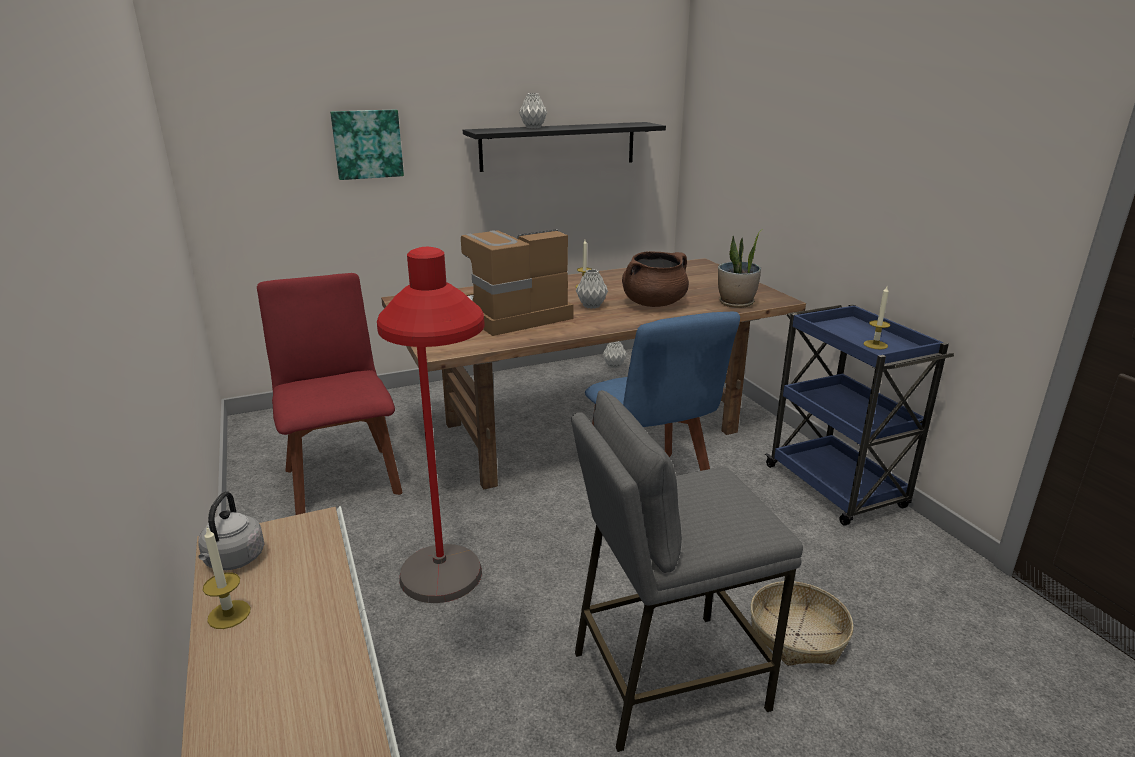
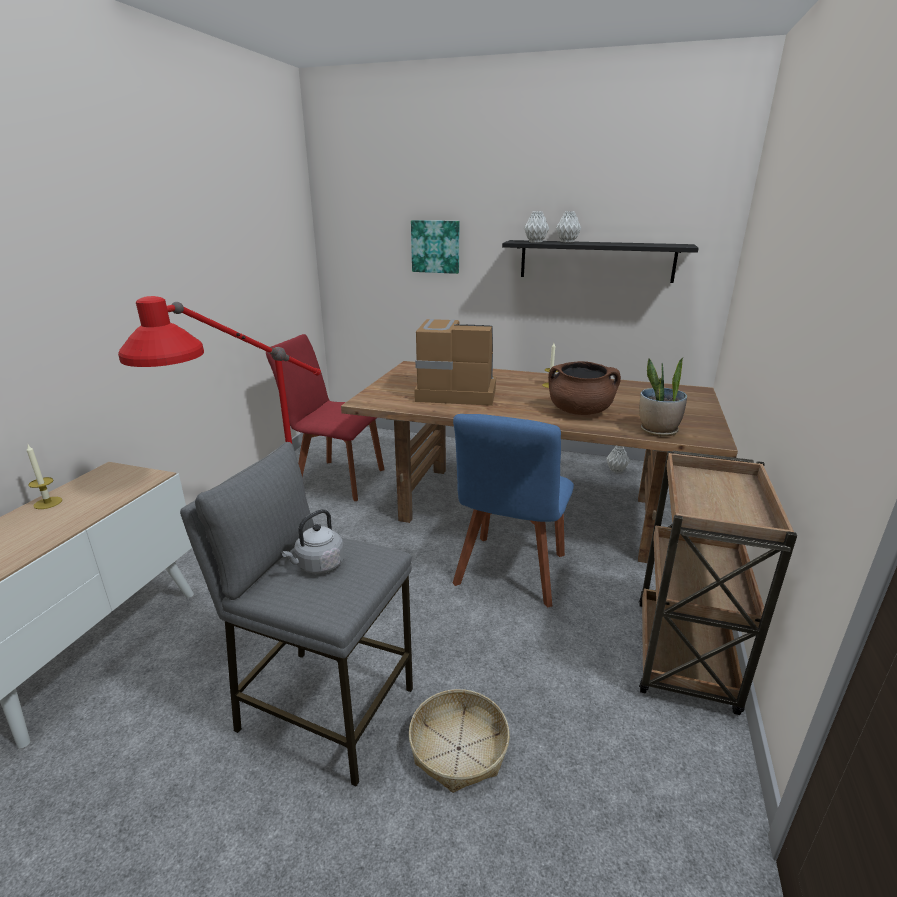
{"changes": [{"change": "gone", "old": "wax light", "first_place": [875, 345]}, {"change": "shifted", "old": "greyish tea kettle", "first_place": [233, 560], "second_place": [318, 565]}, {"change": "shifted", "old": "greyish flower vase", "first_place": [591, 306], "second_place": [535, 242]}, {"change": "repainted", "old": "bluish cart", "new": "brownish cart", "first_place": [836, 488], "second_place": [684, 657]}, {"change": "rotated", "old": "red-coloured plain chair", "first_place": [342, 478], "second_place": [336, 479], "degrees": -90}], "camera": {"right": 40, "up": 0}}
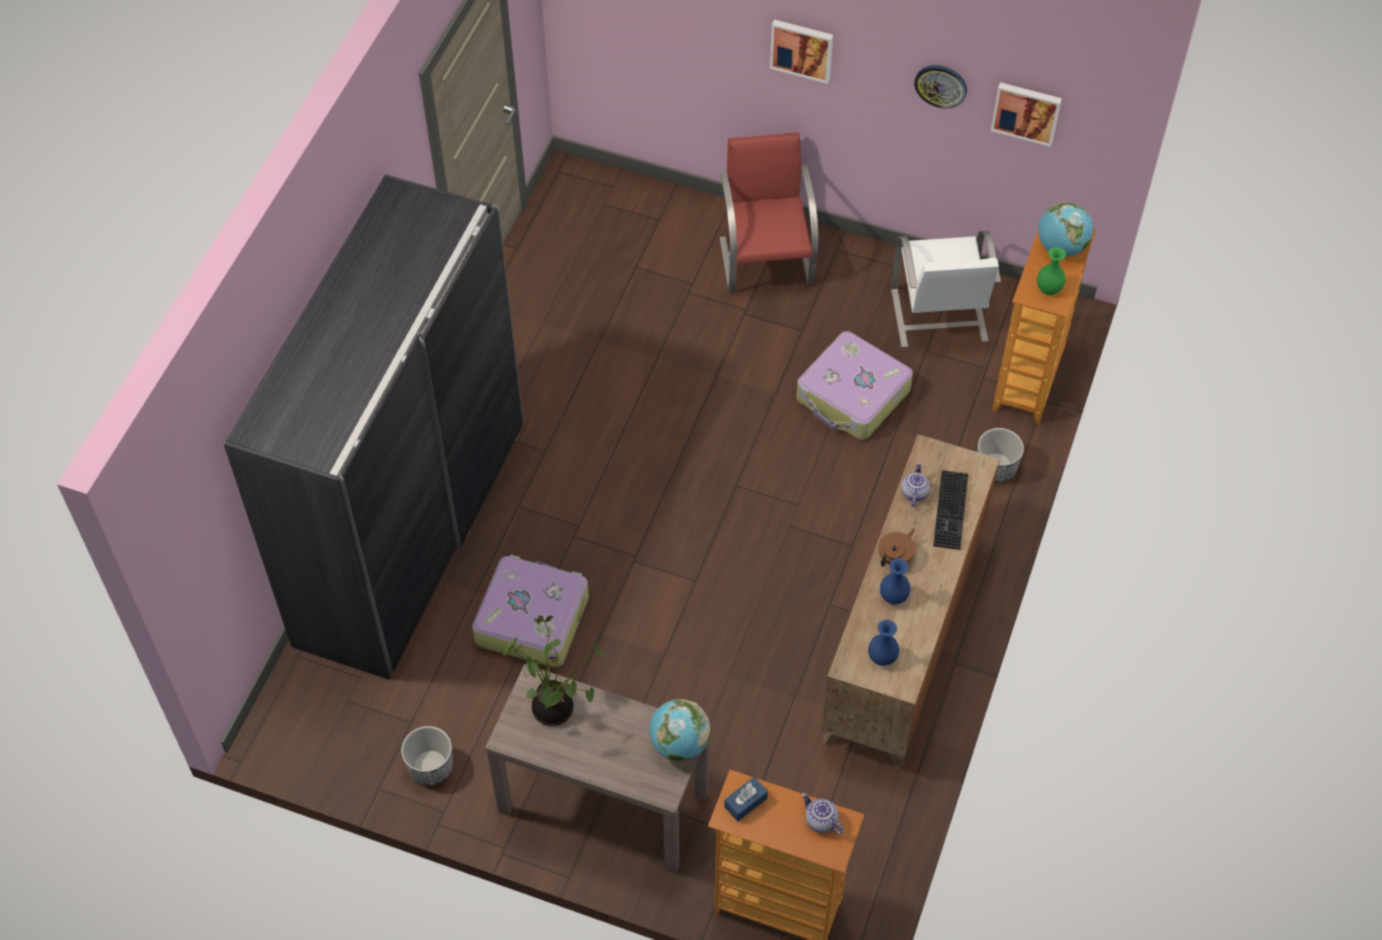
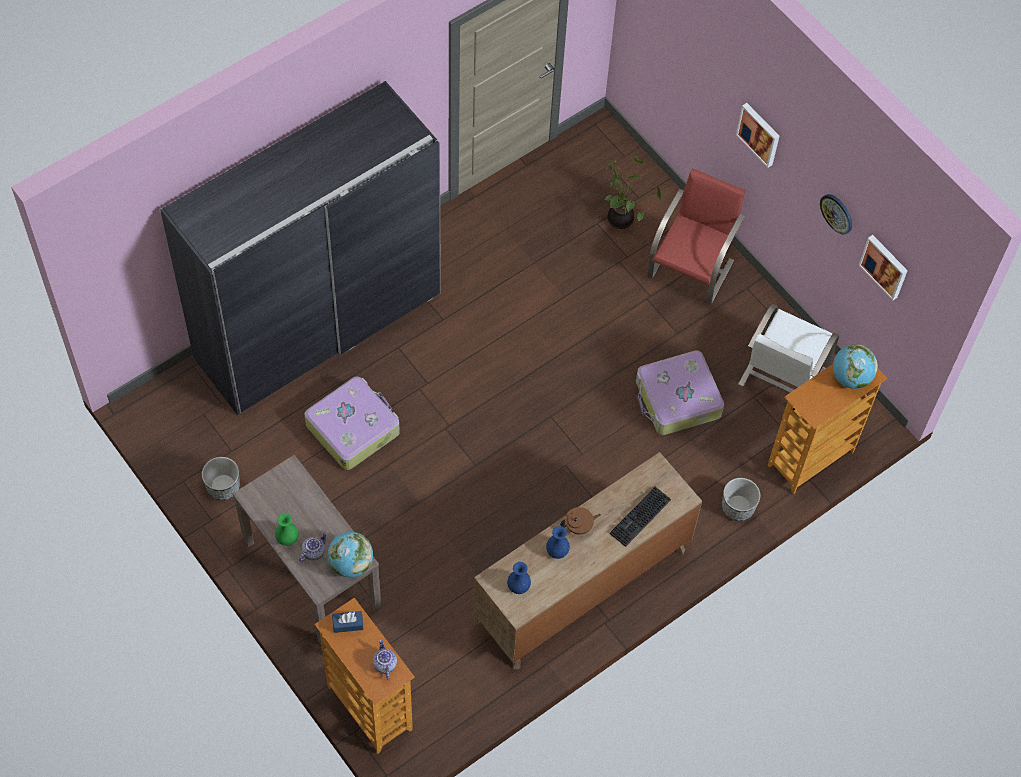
{"changes": [{"change": "shifted", "old": "potted plant", "first_place": [556, 706], "second_place": [623, 218]}, {"change": "shifted", "old": "pot for tea", "first_place": [913, 492], "second_place": [313, 551]}, {"change": "shifted", "old": "greenish flower vase", "first_place": [1049, 288], "second_place": [288, 538]}], "camera": {"right": 30, "up": 5}}
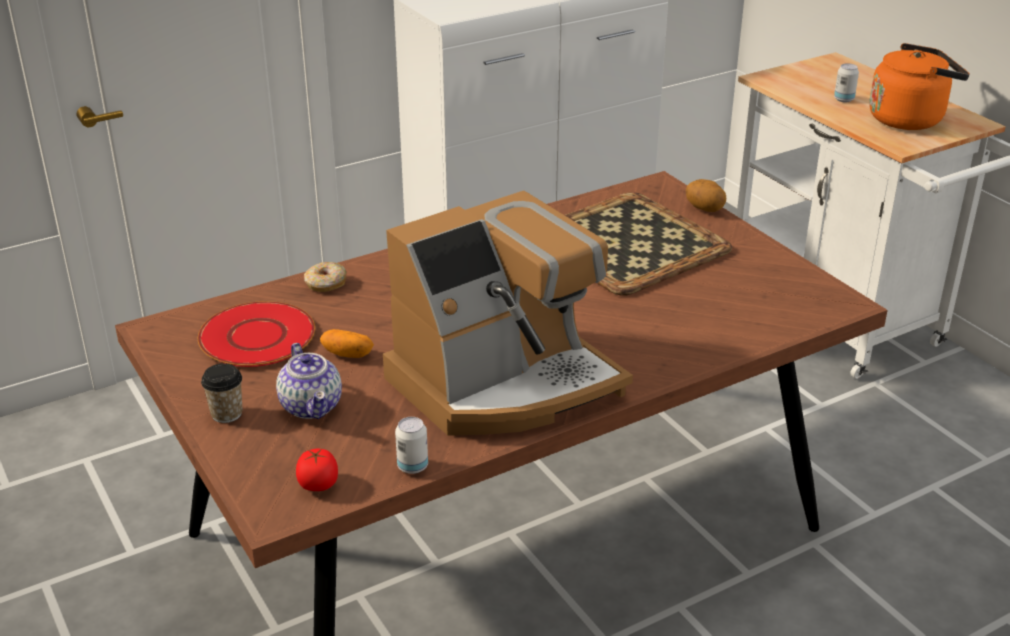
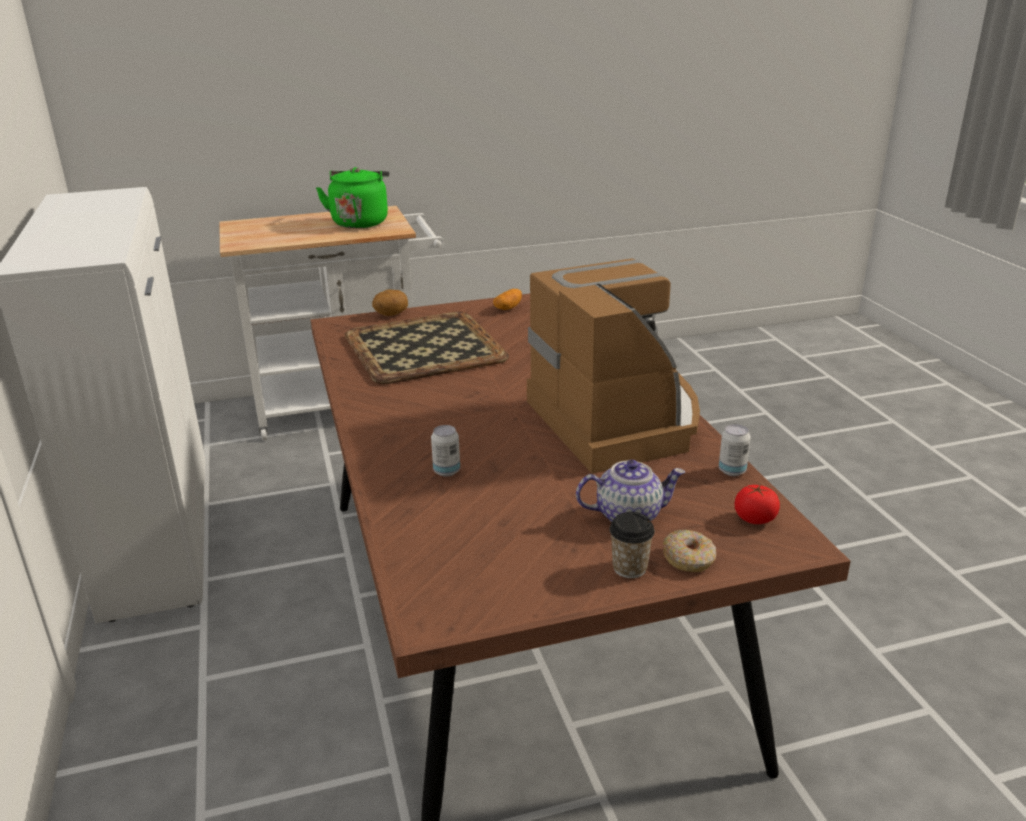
{"changes": [{"change": "gone", "old": "red-coloured flat dish", "first_place": [258, 337]}, {"change": "shifted", "old": "doughnut", "first_place": [326, 284], "second_place": [689, 559]}, {"change": "shifted", "old": "spud", "first_place": [347, 354], "second_place": [508, 308]}, {"change": "shifted", "old": "can", "first_place": [844, 99], "second_place": [446, 471]}, {"change": "repainted", "old": "orange tea kettle", "new": "greenish tea kettle", "first_place": [909, 119], "second_place": [360, 222]}], "camera": {"right": -75, "up": -5}}
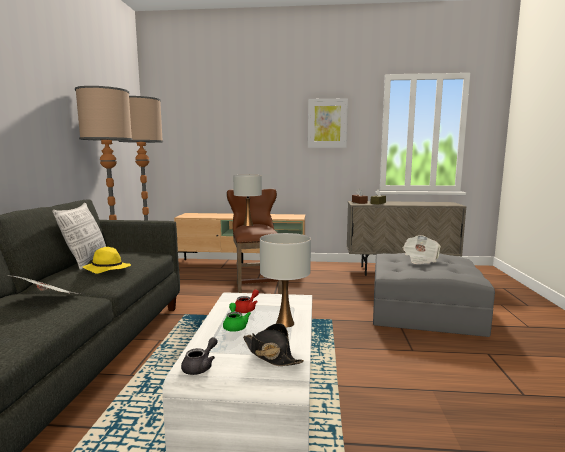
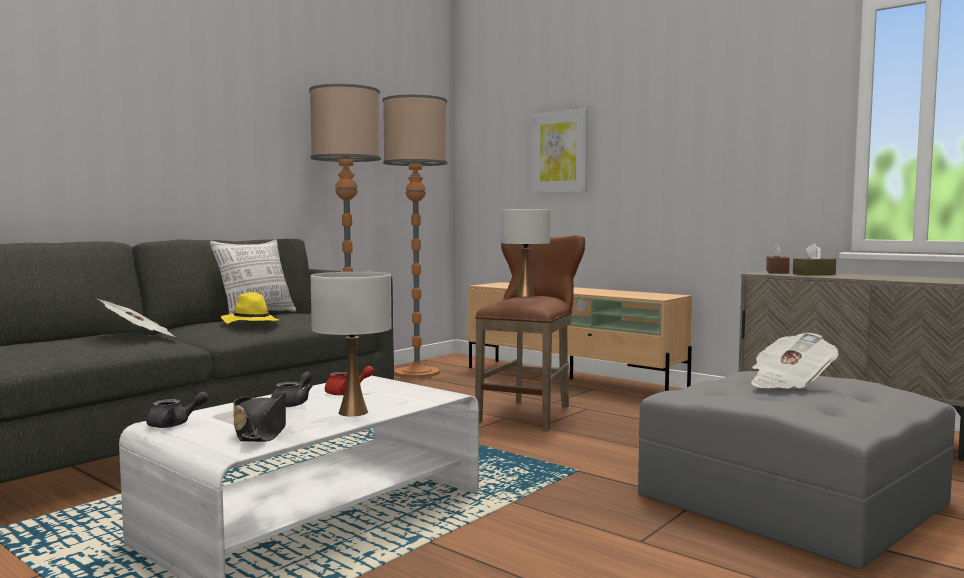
{"changes": [{"change": "shifted", "old": "wall art", "first_place": [327, 123], "second_place": [559, 152]}, {"change": "repainted", "old": "greenish pot for tea", "new": "greyish pot for tea", "first_place": [235, 326], "second_place": [293, 403]}], "camera": {"right": 35, "up": -5}}
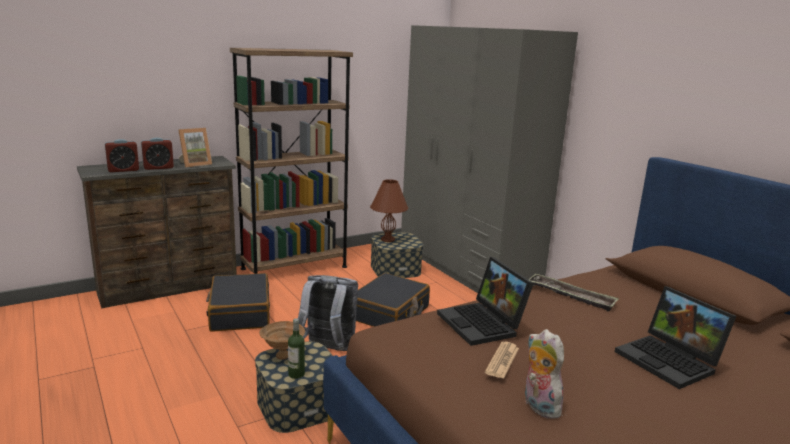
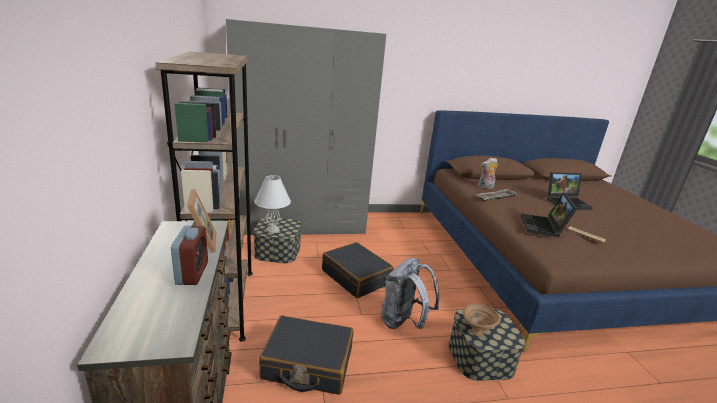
{"changes": [{"change": "gone", "old": "alarm clock", "first_place": [123, 170]}, {"change": "gone", "old": "beverage bottle", "first_place": [296, 374]}, {"change": "shifted", "old": "cuddly toy", "first_place": [538, 406], "second_place": [485, 187]}, {"change": "repainted", "old": "brownish tabletop lamp", "new": "white-coloured tabletop lamp", "first_place": [388, 239], "second_place": [273, 229]}, {"change": "rotated", "old": "laptop", "first_place": [483, 324], "second_place": [544, 227], "degrees": 105}], "camera": {"right": -70, "up": 5}}
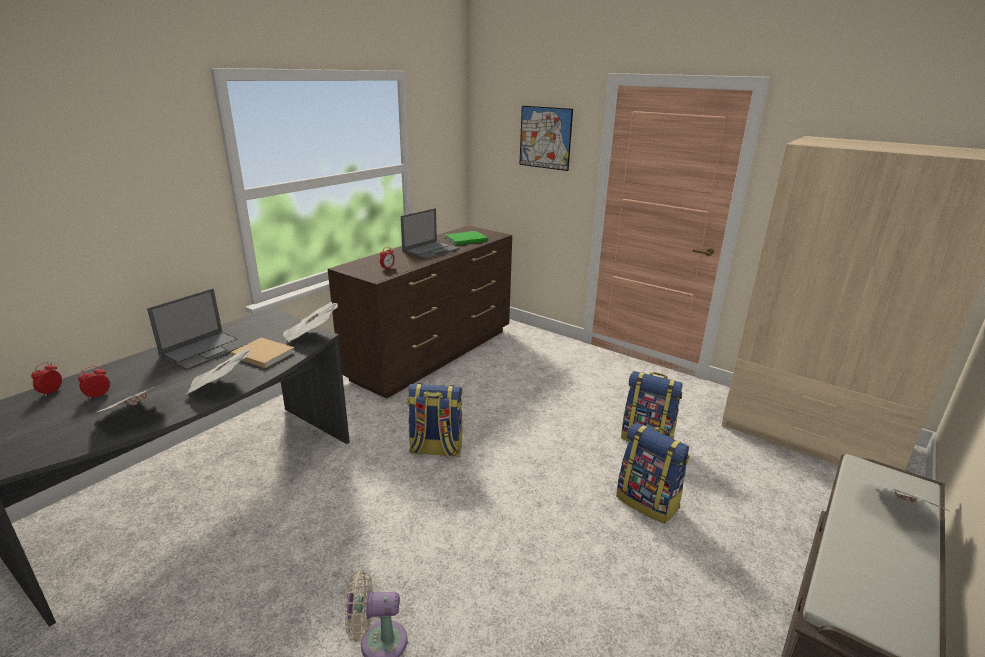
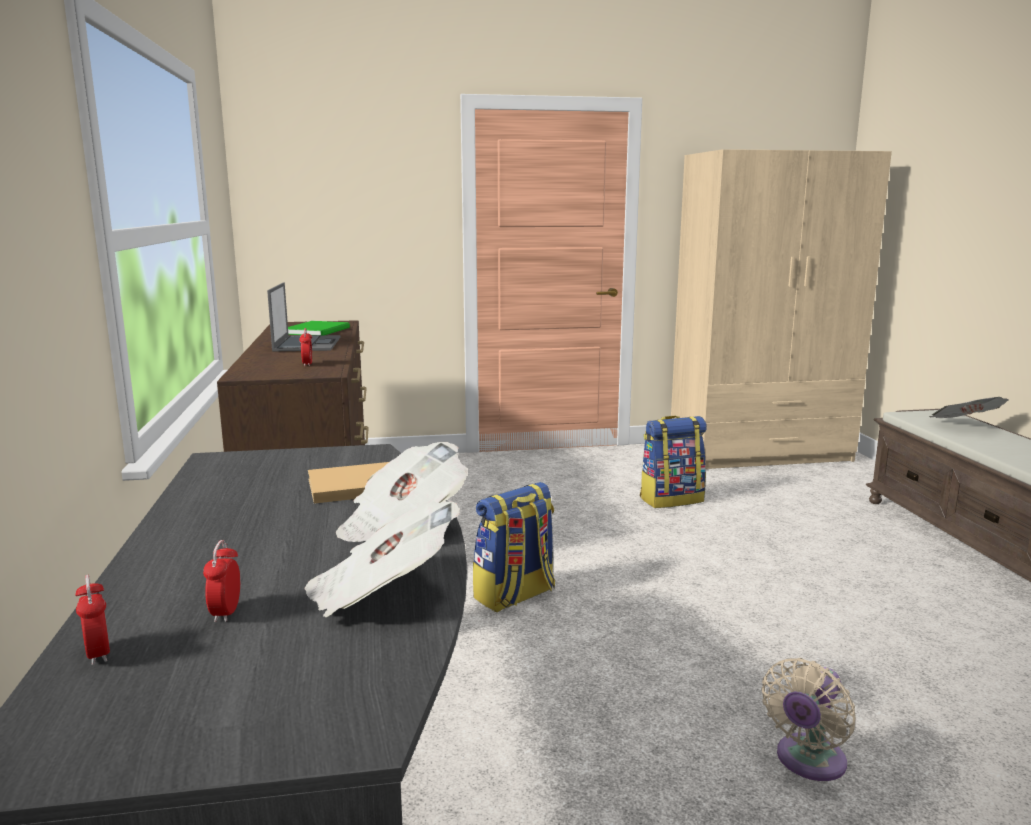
{"changes": [{"change": "gone", "old": "laptop", "first_place": [206, 350]}, {"change": "gone", "old": "daily paper", "first_place": [310, 336]}, {"change": "gone", "old": "wall art", "first_place": [545, 138]}, {"change": "gone", "old": "backpack", "first_place": [648, 502]}], "camera": {"right": -45, "up": -10}}
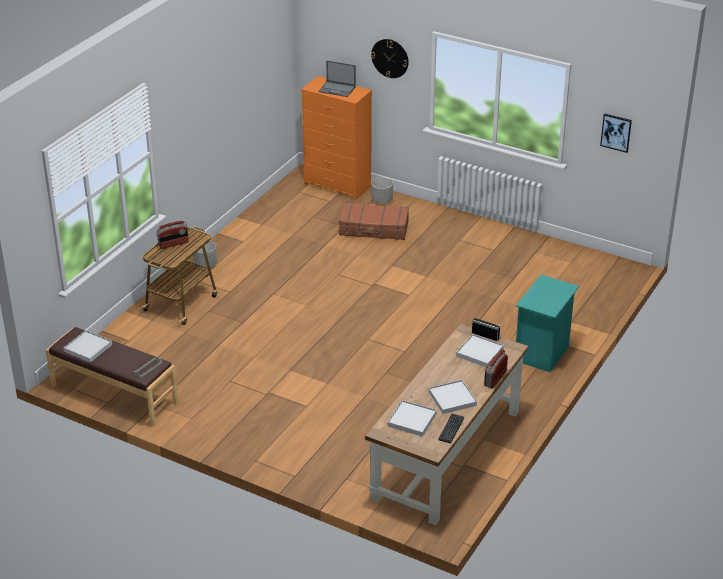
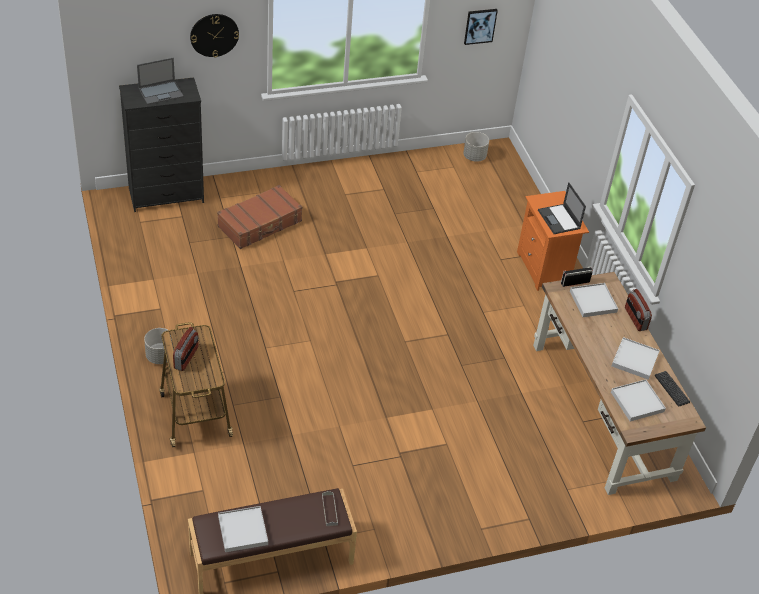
{"changes": [{"change": "new", "new": "laptop", "second_place": [559, 220]}, {"change": "shifted", "old": "greyish flower pot", "first_place": [382, 200], "second_place": [474, 156]}, {"change": "repainted", "old": "orange dresser", "new": "blackish dresser", "first_place": [338, 185], "second_place": [167, 195]}, {"change": "repainted", "old": "blue-green night table", "new": "orange night table", "first_place": [542, 354], "second_place": [544, 268]}], "camera": {"right": -50, "up": 10}}
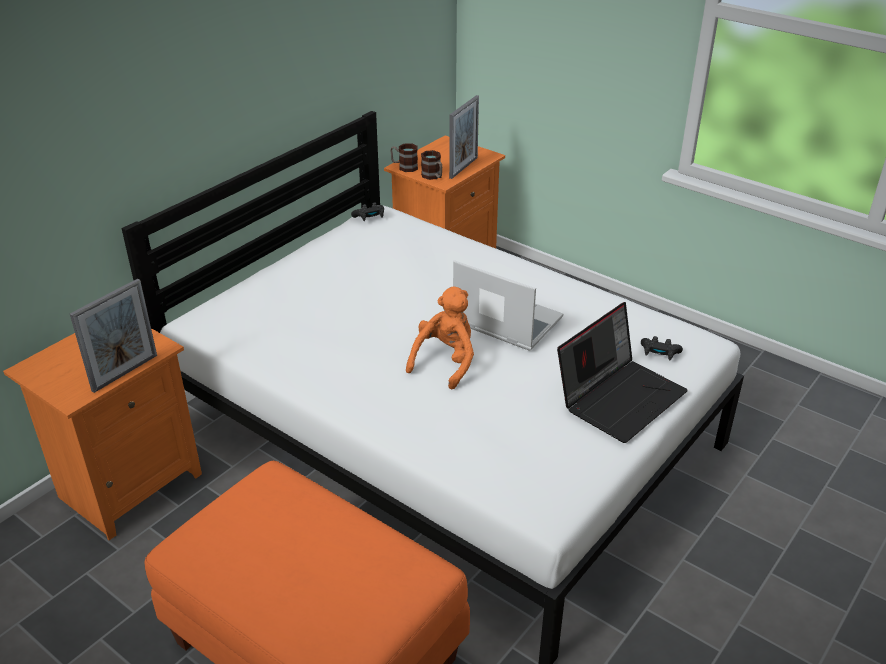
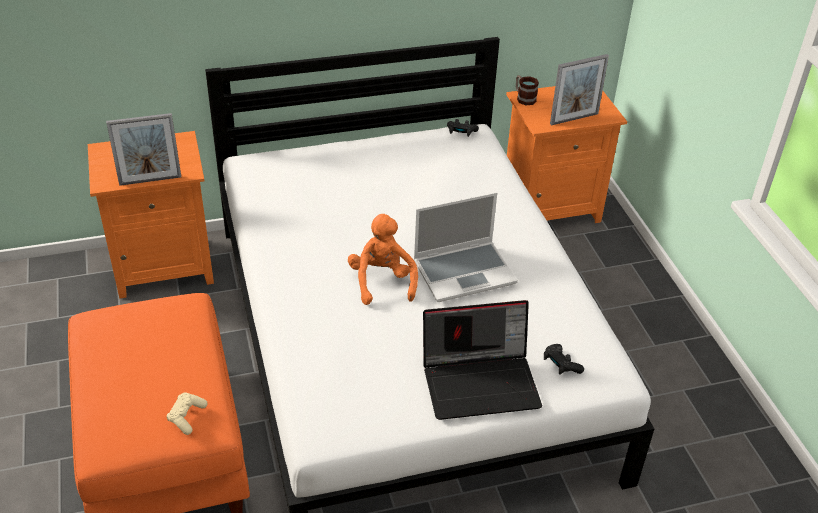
{"changes": [{"change": "gone", "old": "mug", "first_place": [433, 177]}, {"change": "new", "new": "beige-coloured game controller", "second_place": [187, 417]}, {"change": "rotated", "old": "orange cuddly toy", "first_place": [445, 362], "second_place": [382, 281], "degrees": -75}, {"change": "rotated", "old": "laptop", "first_place": [505, 321], "second_place": [465, 272], "degrees": 90}], "camera": {"right": 35, "up": 5}}
